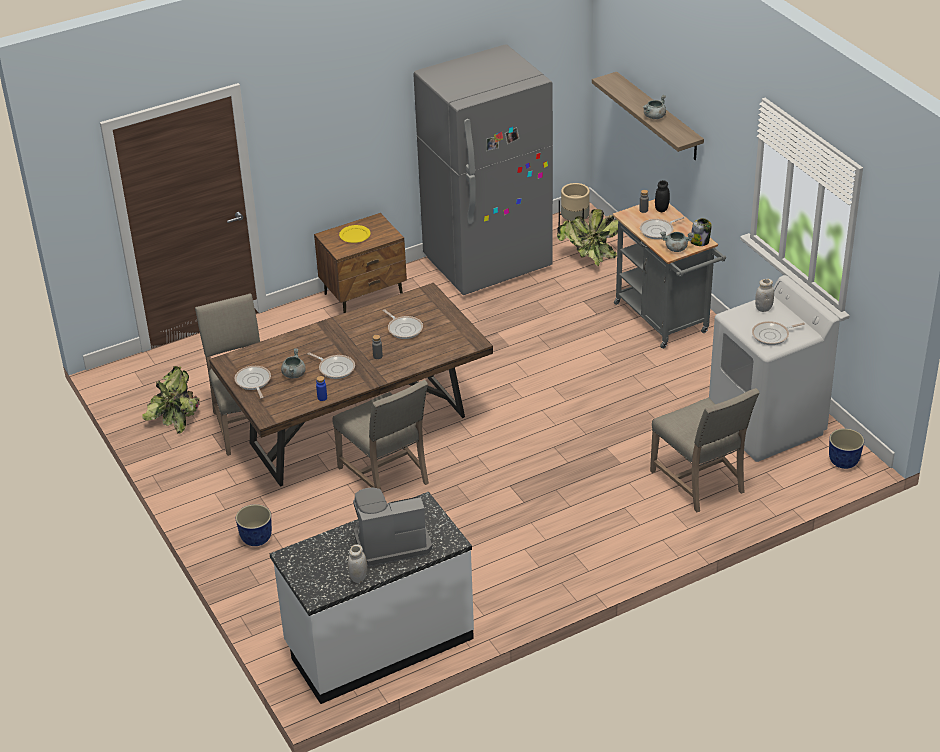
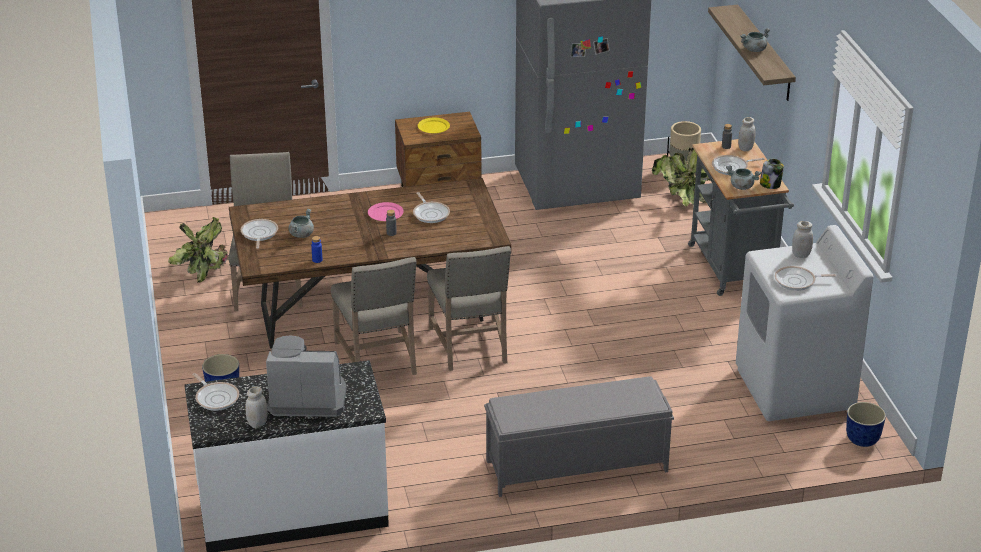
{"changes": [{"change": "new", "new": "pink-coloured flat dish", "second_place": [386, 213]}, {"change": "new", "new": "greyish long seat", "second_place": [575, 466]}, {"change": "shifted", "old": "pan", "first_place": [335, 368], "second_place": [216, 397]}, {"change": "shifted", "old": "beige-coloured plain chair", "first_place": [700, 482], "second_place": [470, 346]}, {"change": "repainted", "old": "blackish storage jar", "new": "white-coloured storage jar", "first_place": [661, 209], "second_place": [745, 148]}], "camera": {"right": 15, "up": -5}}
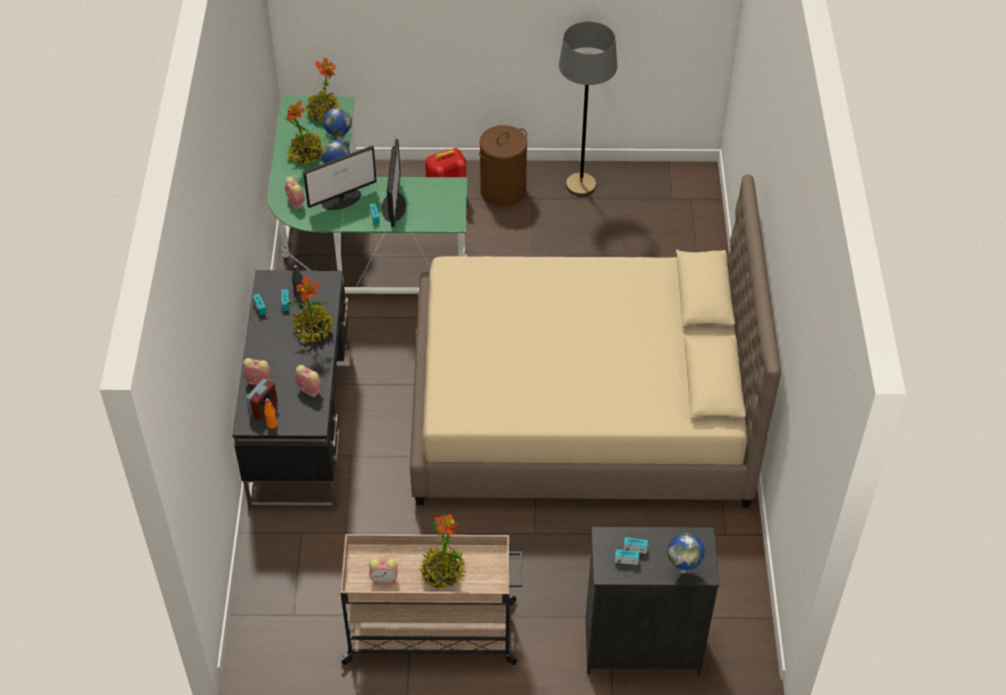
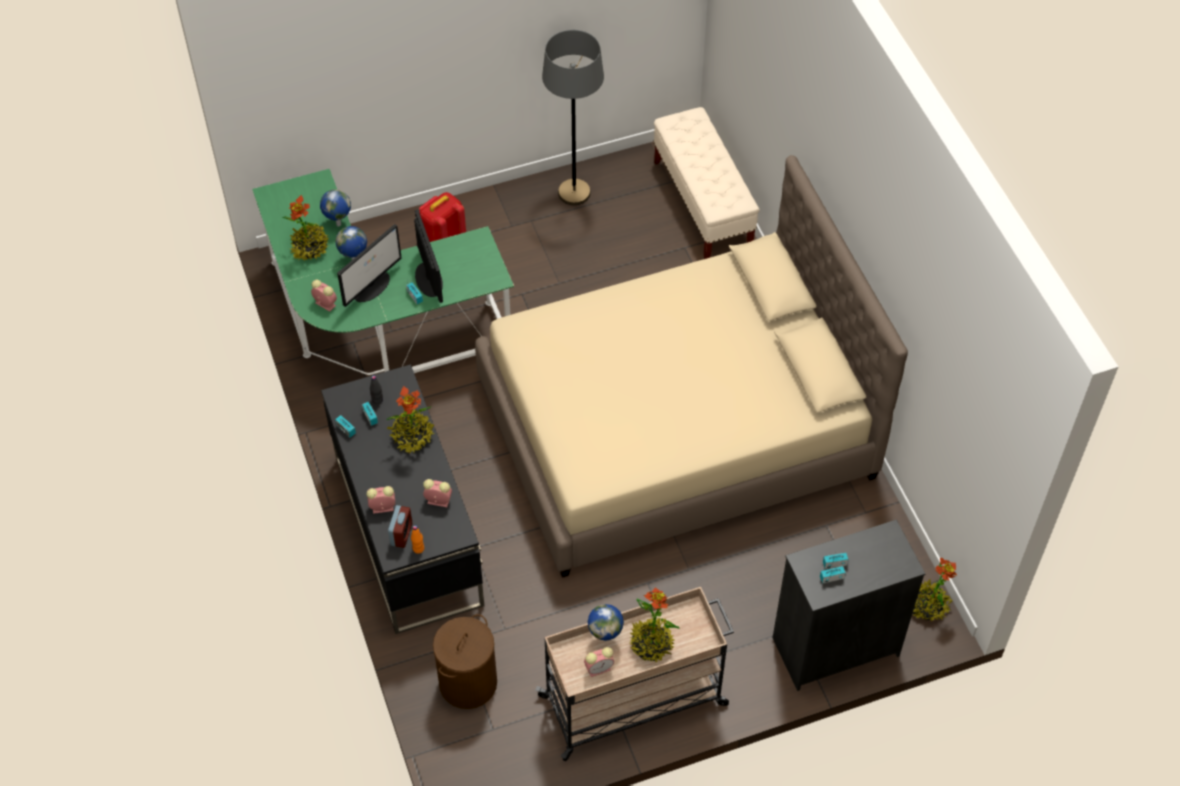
{"changes": [{"change": "new", "new": "beige-coloured long seat", "second_place": [702, 205]}, {"change": "shifted", "old": "potted plant", "first_place": [324, 114], "second_place": [927, 606]}, {"change": "shifted", "old": "brownish hamper", "first_place": [503, 190], "second_place": [468, 682]}, {"change": "shifted", "old": "globe", "first_place": [683, 570], "second_place": [605, 638]}], "camera": {"right": -20, "up": 5}}
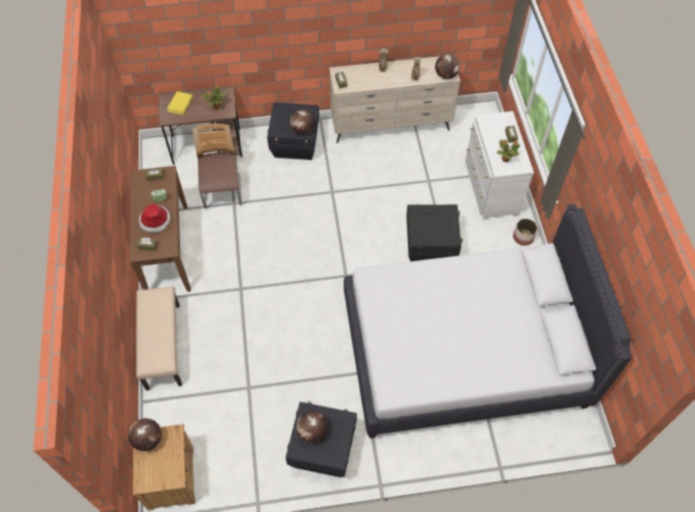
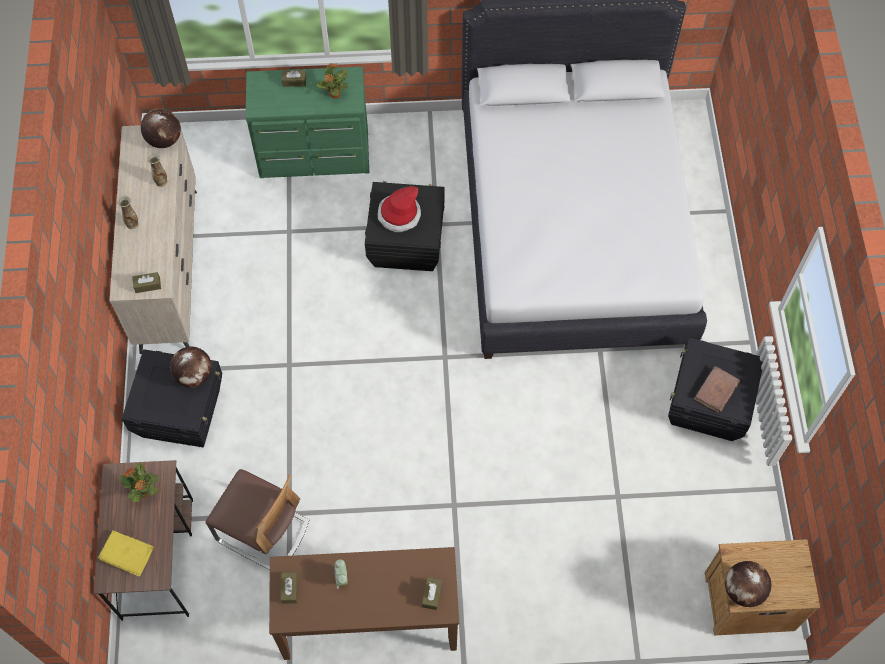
{"changes": [{"change": "gone", "old": "beige-coloured long seat", "first_place": [162, 346]}, {"change": "gone", "old": "flower pot", "first_place": [523, 237]}, {"change": "shifted", "old": "clothing hat", "first_place": [155, 220], "second_place": [399, 215]}, {"change": "swapped", "old": "globe", "new": "brownish bound book", "first_place": [312, 432], "second_place": [716, 391]}, {"change": "repainted", "old": "white-coloured dresser", "new": "greenish dresser", "first_place": [490, 188], "second_place": [315, 156]}, {"change": "rotated", "old": "plain chair", "first_place": [222, 192], "second_place": [263, 531], "degrees": -150}], "camera": {"right": -85, "up": 5}}
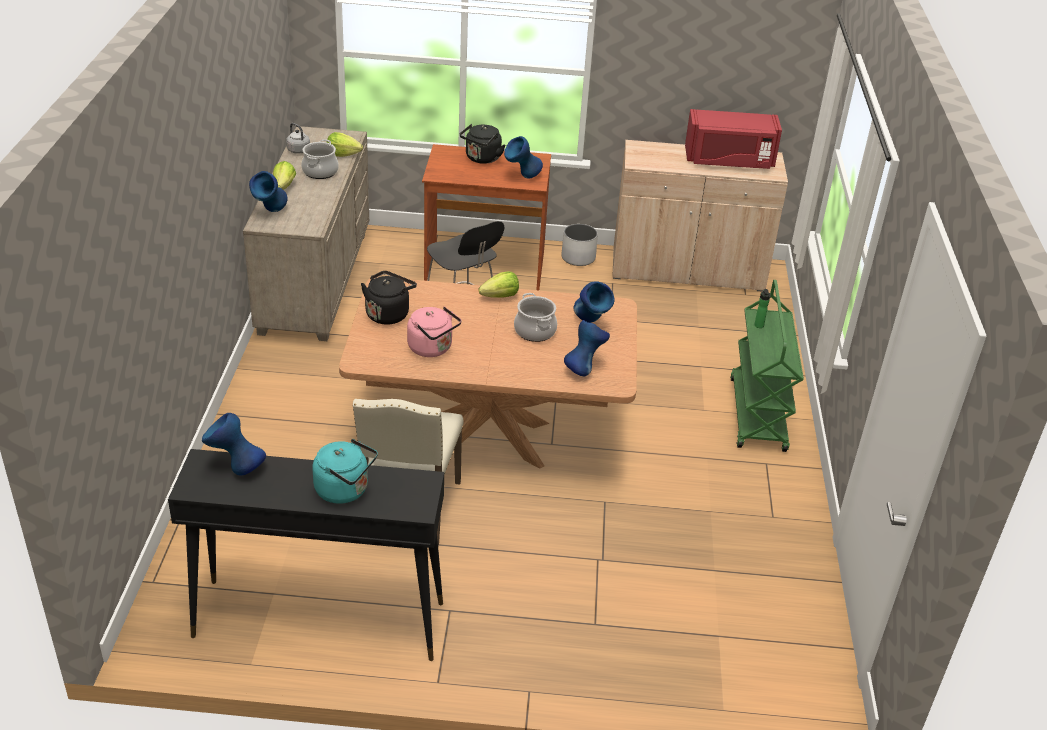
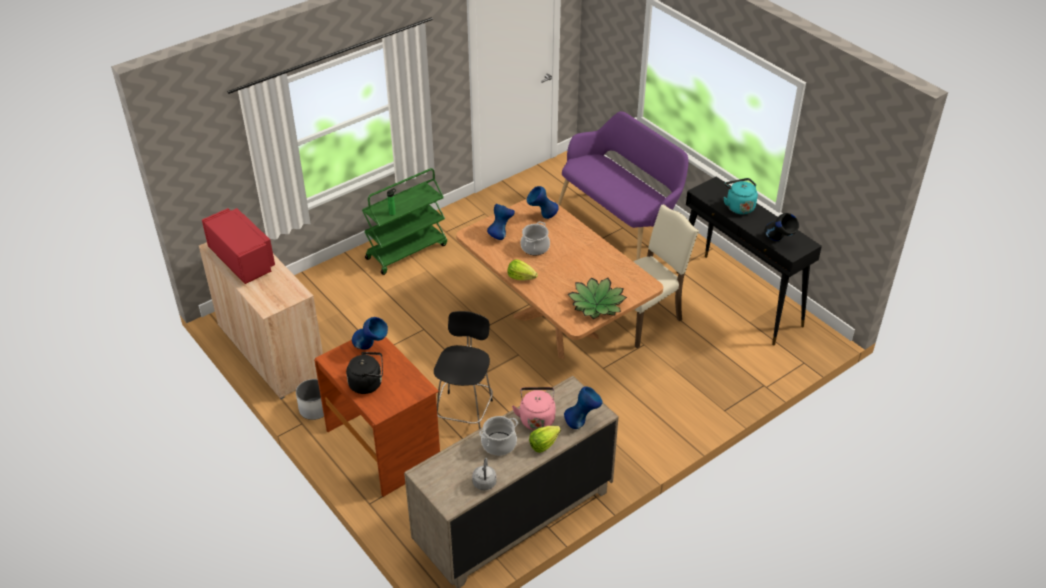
{"changes": [{"change": "gone", "old": "head of lettuce", "first_place": [342, 154]}, {"change": "new", "new": "purple-coloured long seat", "second_place": [620, 226]}, {"change": "shifted", "old": "pink-coloured tea kettle", "first_place": [432, 349], "second_place": [536, 418]}, {"change": "swapped", "old": "blackish tea kettle", "new": "potted plant", "first_place": [388, 314], "second_place": [597, 304]}, {"change": "repainted", "old": "bluish flower vase", "new": "blackish flower vase", "first_place": [236, 468], "second_place": [779, 241]}], "camera": {"right": -130, "up": 5}}
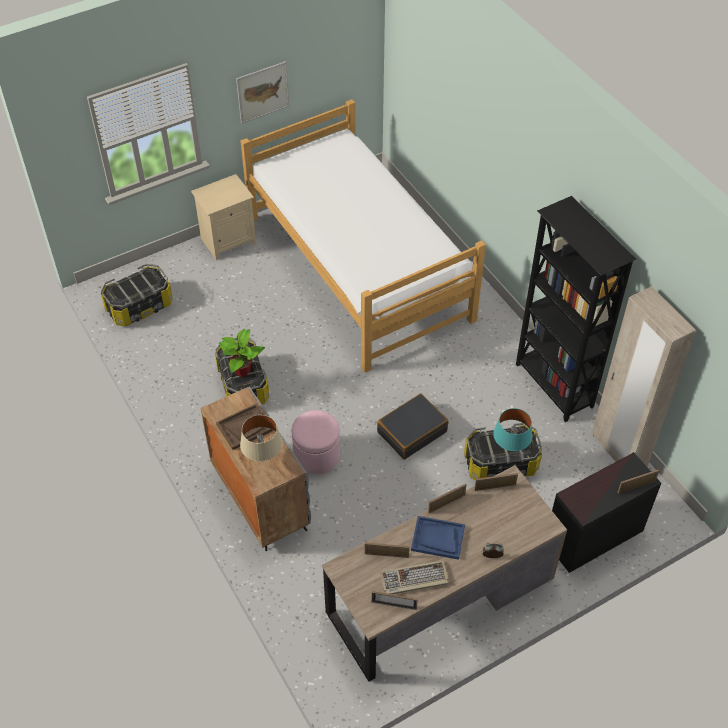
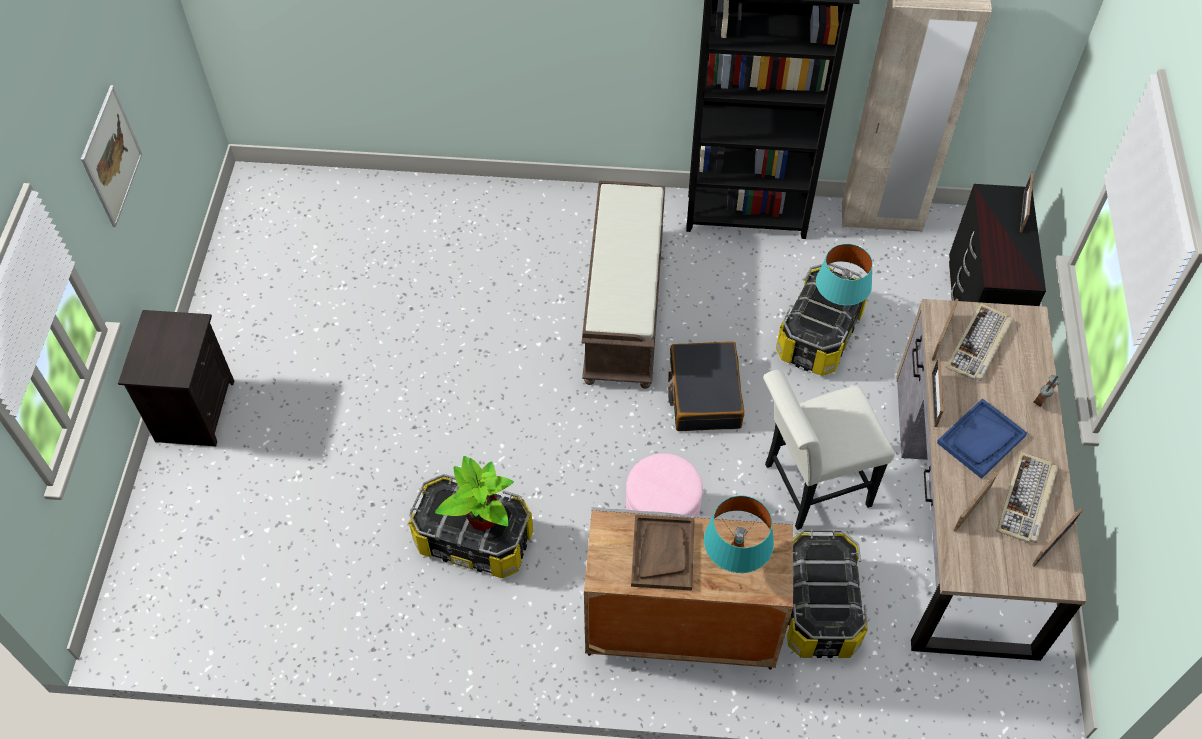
{"changes": [{"change": "gone", "old": "sleeping bed", "first_place": [358, 267]}, {"change": "new", "new": "brownish long seat", "second_place": [622, 306]}, {"change": "new", "new": "white-coloured plain chair", "second_place": [809, 487]}, {"change": "new", "new": "PC keyboard", "second_place": [979, 345]}, {"change": "shifted", "old": "storage container", "first_place": [139, 306], "second_place": [818, 607]}, {"change": "repainted", "old": "beige-coloured night table", "new": "blackish night table", "first_place": [228, 240], "second_place": [194, 409]}, {"change": "repainted", "old": "beige-coloured tabletop lamp", "new": "blue-green tabletop lamp", "first_place": [263, 459], "second_place": [734, 561]}], "camera": {"right": -55, "up": 5}}
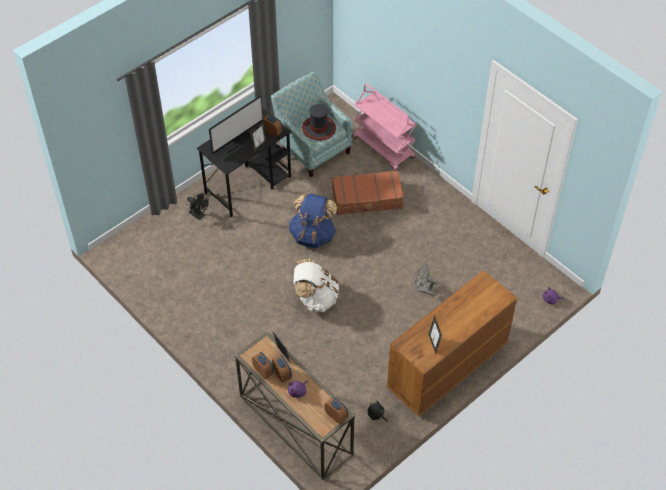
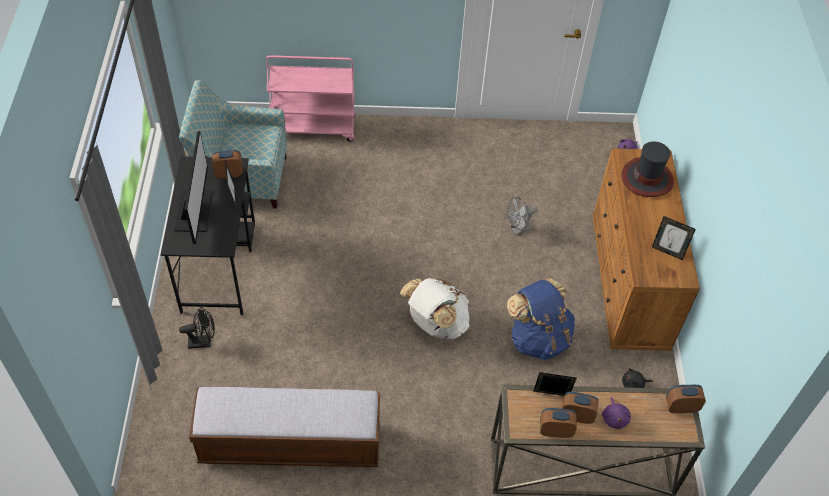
{"changes": [{"change": "gone", "old": "brownish piece of luggage", "first_place": [367, 198]}, {"change": "new", "new": "long seat", "second_place": [290, 444]}, {"change": "shifted", "old": "bluish backpack", "first_place": [313, 235], "second_place": [538, 338]}, {"change": "shifted", "old": "clothing hat", "first_place": [319, 128], "second_place": [647, 178]}], "camera": {"right": -50, "up": 0}}
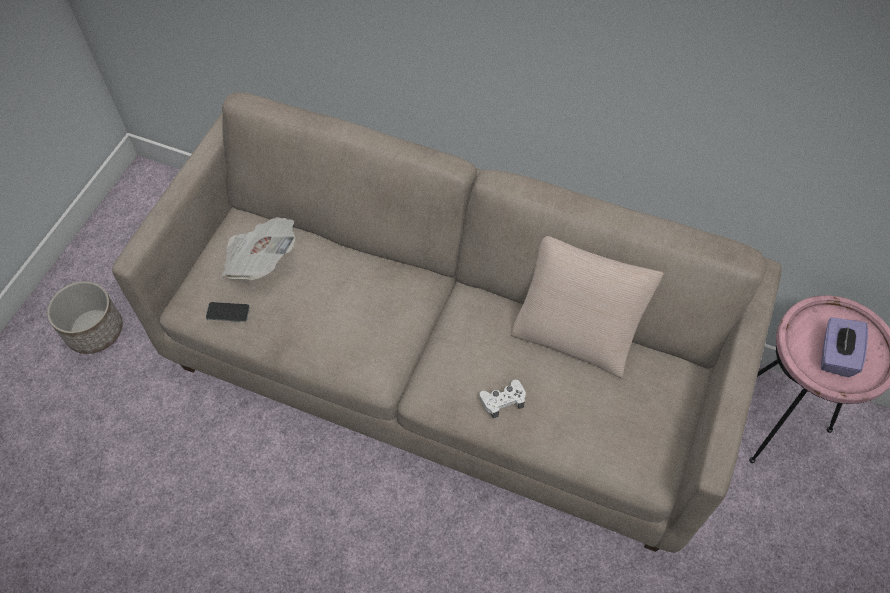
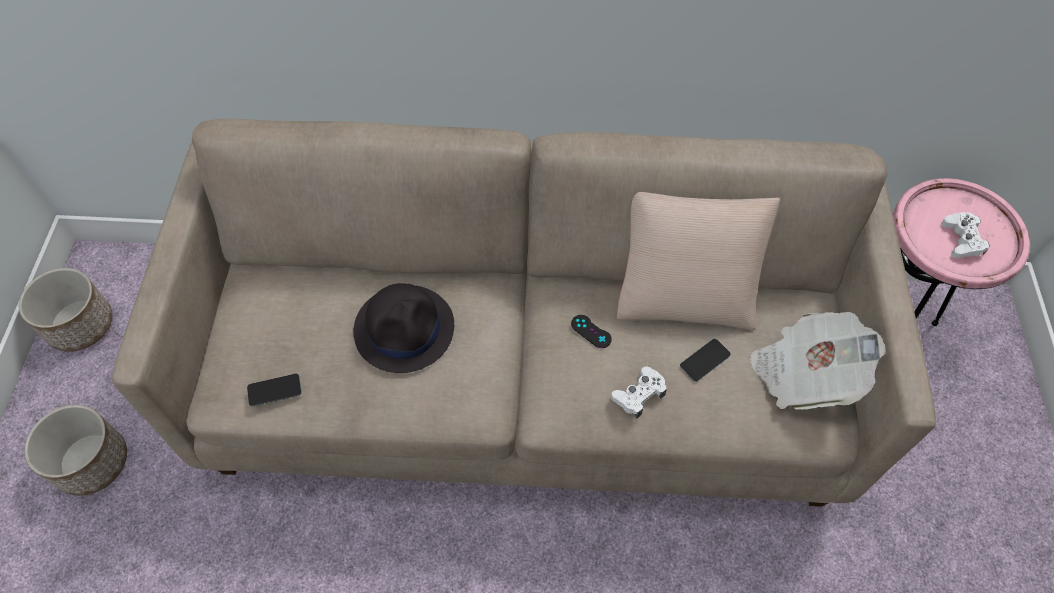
{"changes": [{"change": "new", "new": "flower pot", "second_place": [80, 325]}, {"change": "new", "new": "blackish clothing hat", "second_place": [405, 328]}, {"change": "new", "new": "blackish game controller", "second_place": [591, 331]}, {"change": "new", "new": "telephone", "second_place": [705, 360]}, {"change": "shifted", "old": "daily paper", "first_place": [260, 260], "second_place": [805, 373]}, {"change": "swapped", "old": "purple-coloured tissue box", "new": "white-coloured game controller", "first_place": [835, 355], "second_place": [962, 239]}], "camera": {"right": -20, "up": 0}}
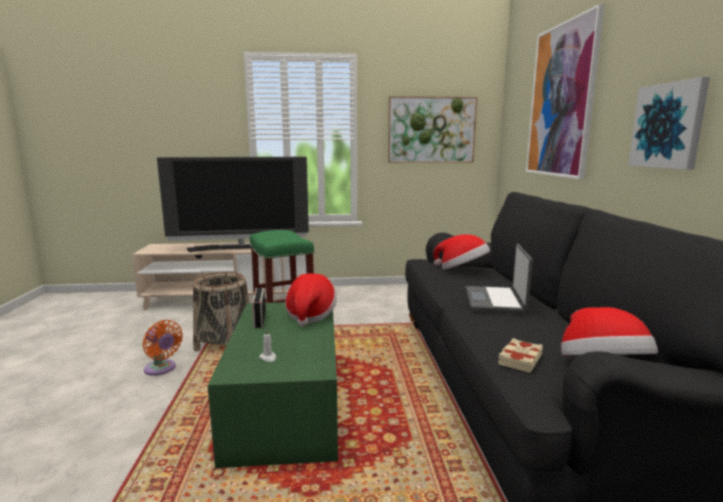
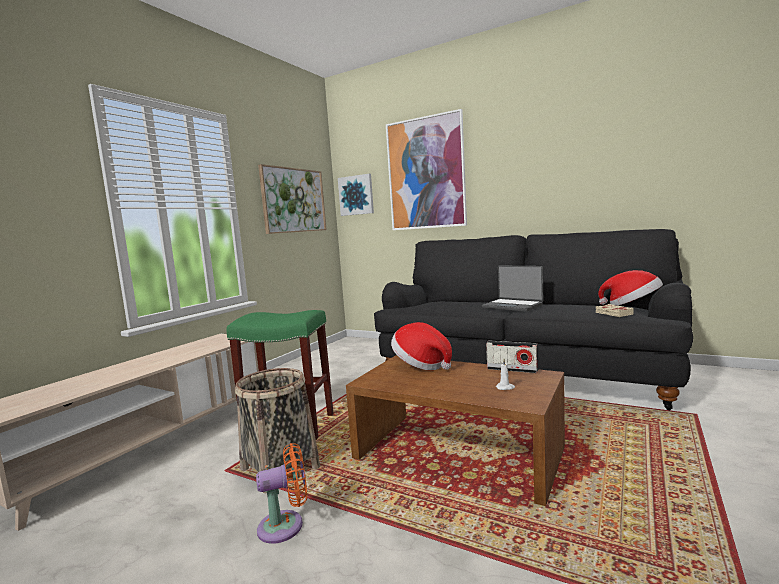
{"changes": [{"change": "gone", "old": "TV", "first_place": [241, 248]}, {"change": "gone", "old": "clothing hat", "first_place": [462, 270]}, {"change": "shifted", "old": "radio", "first_place": [259, 319], "second_place": [512, 369]}, {"change": "shifted", "old": "wall art", "first_place": [668, 126], "second_place": [356, 195]}, {"change": "repainted", "old": "greenish low table", "new": "brownish low table", "first_place": [287, 403], "second_place": [458, 452]}], "camera": {"right": -55, "up": -5}}
